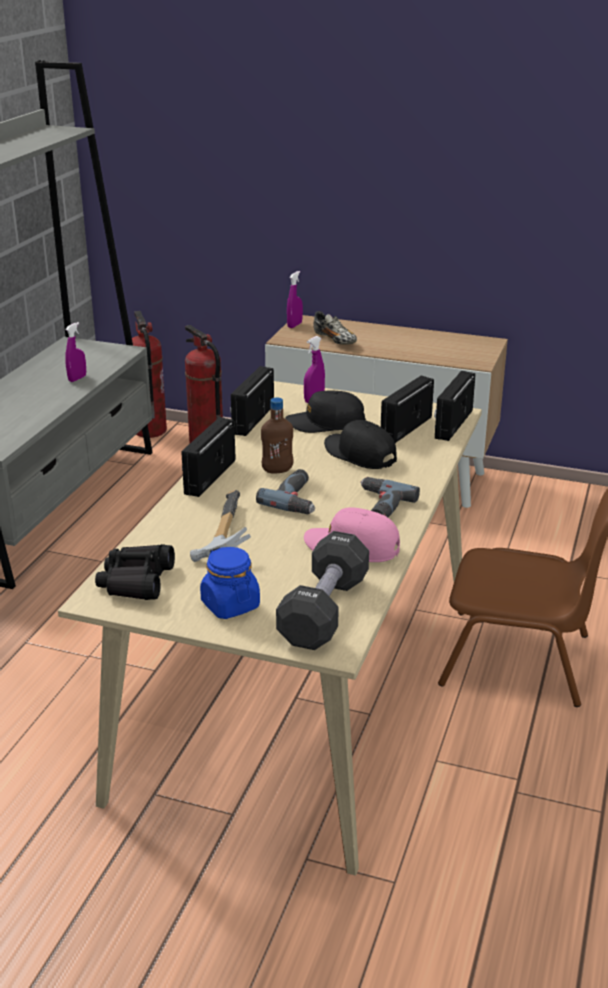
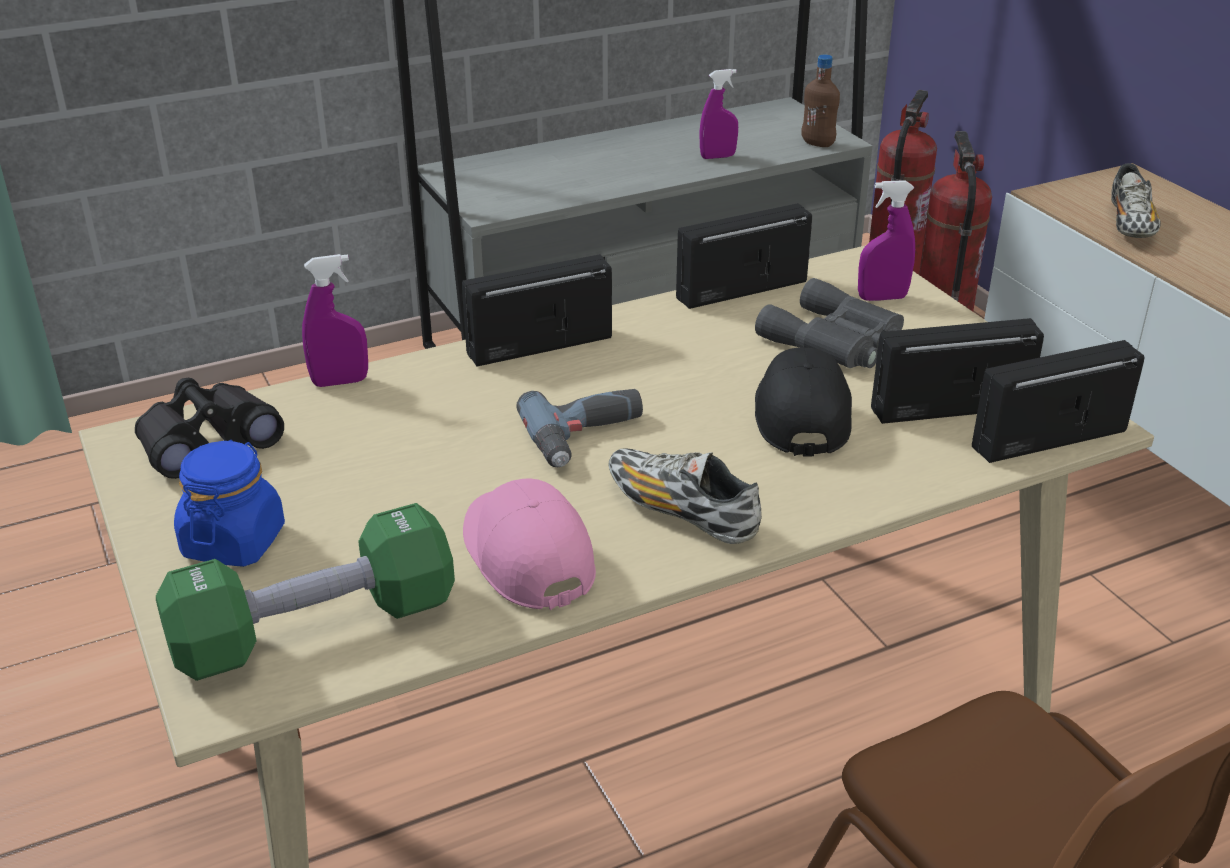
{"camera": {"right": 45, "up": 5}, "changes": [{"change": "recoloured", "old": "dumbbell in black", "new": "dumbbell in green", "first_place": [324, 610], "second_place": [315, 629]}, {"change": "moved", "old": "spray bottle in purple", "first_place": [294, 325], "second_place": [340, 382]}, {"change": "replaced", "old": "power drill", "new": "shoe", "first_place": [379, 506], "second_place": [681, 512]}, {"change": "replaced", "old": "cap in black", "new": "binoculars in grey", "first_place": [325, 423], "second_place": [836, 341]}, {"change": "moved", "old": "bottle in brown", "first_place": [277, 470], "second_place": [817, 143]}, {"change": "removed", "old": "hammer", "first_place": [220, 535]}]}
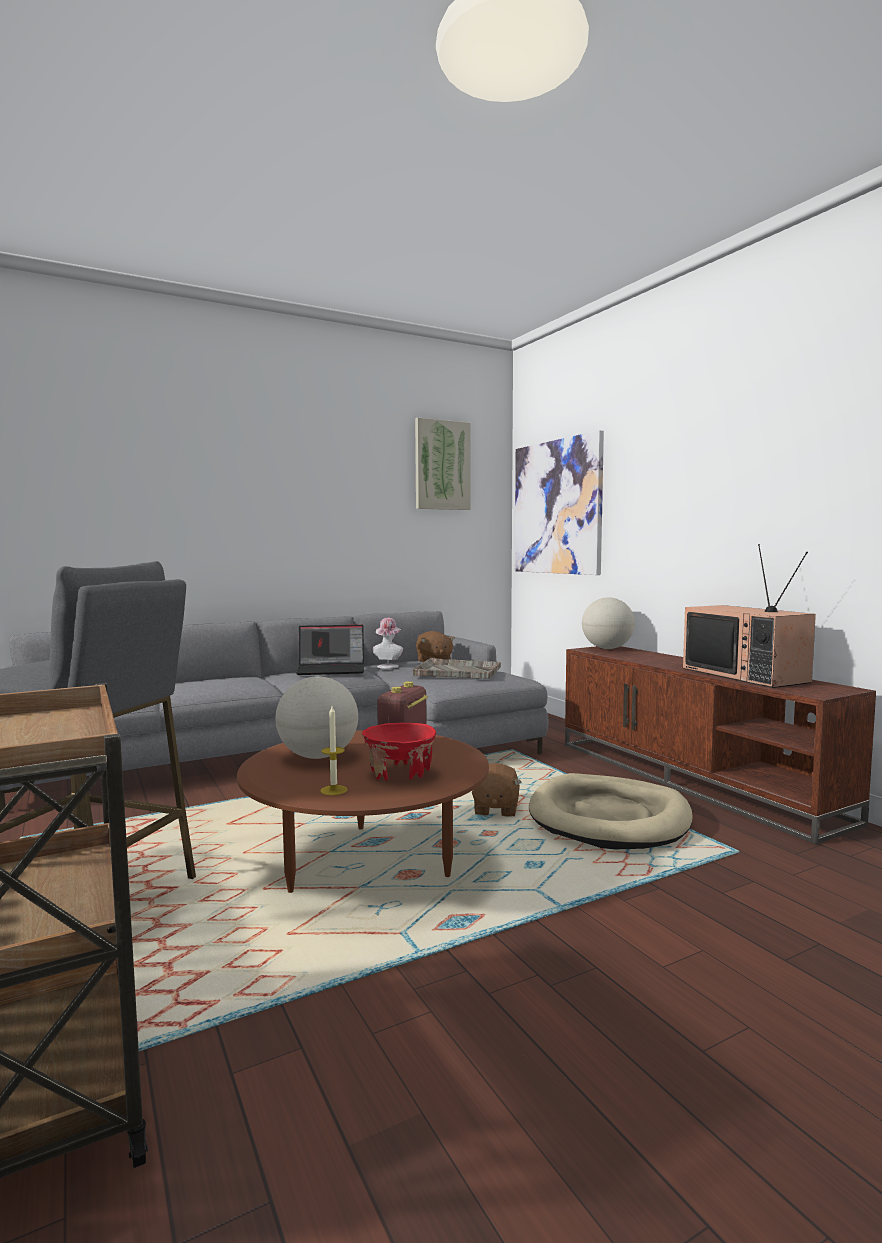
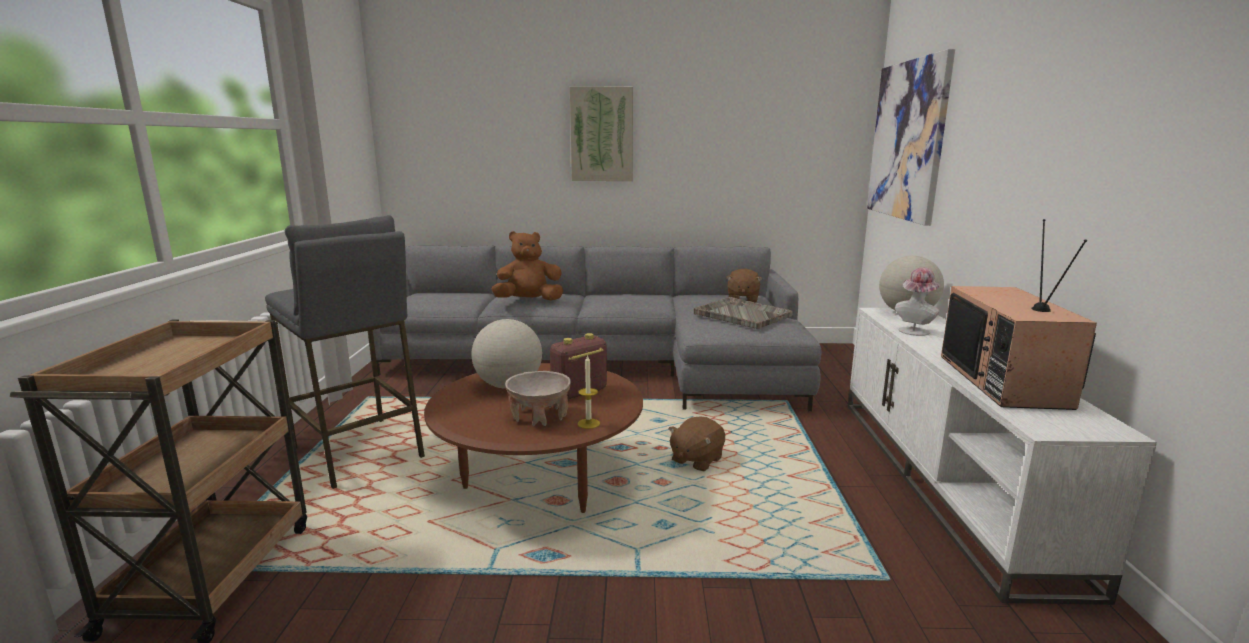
{"camera": {"right": 30, "up": 10}, "changes": [{"change": "added", "new": "plush toy in brown", "second_place": [529, 301]}, {"change": "recoloured", "old": "bowl in red", "new": "bowl in beige", "first_place": [399, 773], "second_place": [539, 417]}, {"change": "moved", "old": "picture", "first_place": [442, 465], "second_place": [602, 134]}, {"change": "moved", "old": "candle", "first_place": [333, 790], "second_place": [588, 423]}, {"change": "recoloured", "old": "tv stand in brown", "new": "tv stand in white", "first_place": [692, 779], "second_place": [947, 480]}, {"change": "moved", "old": "hat", "first_place": [388, 666], "second_place": [914, 330]}, {"change": "removed", "old": "laptop", "first_place": [332, 670]}, {"change": "removed", "old": "dog bed in beige", "first_place": [609, 818]}]}
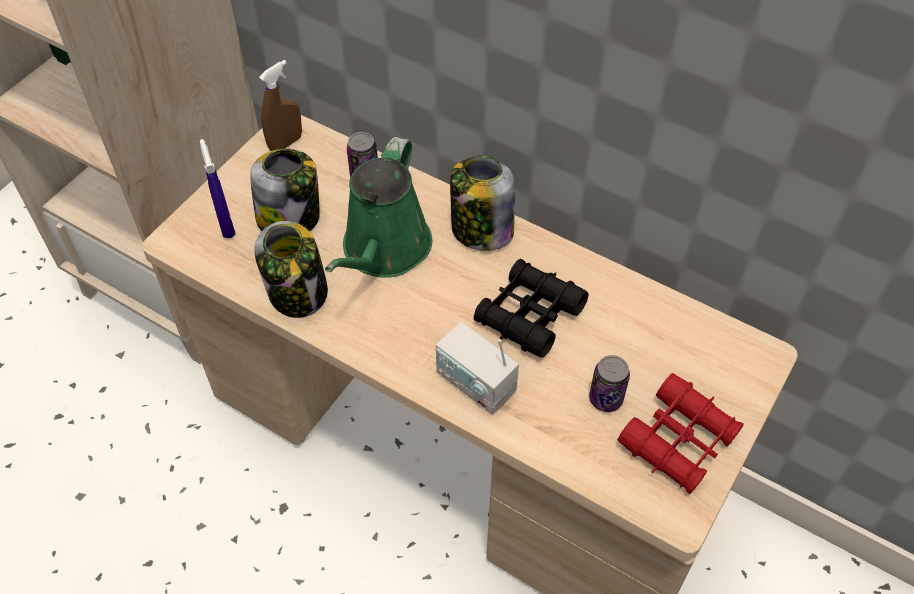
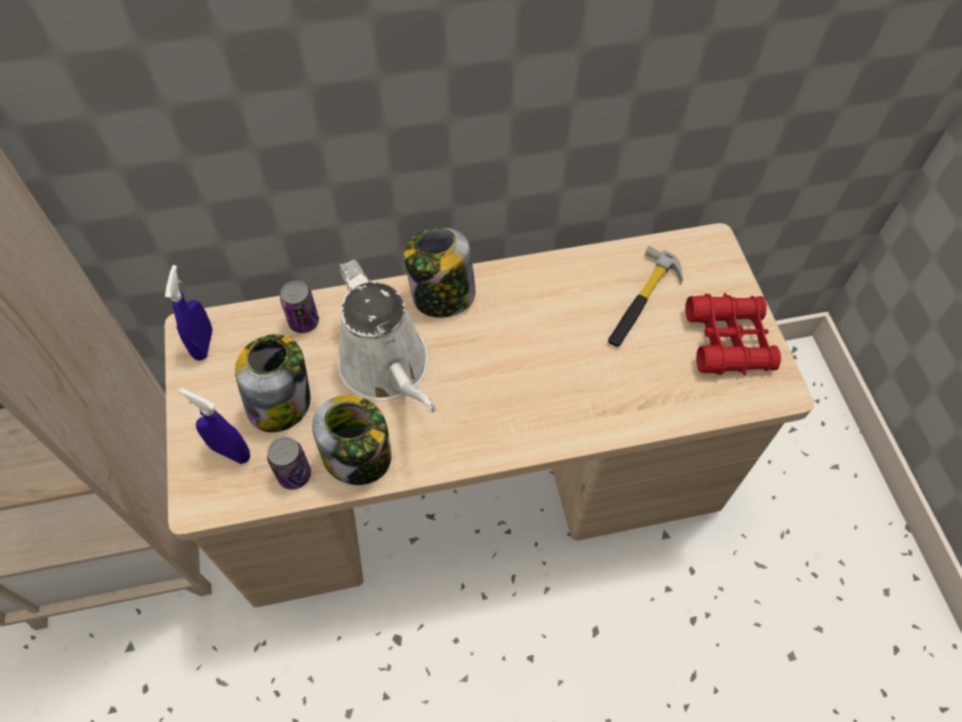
{"camera": {"right": -45, "up": 5}, "changes": [{"change": "recoloured", "old": "spray bottle in brown", "new": "spray bottle in blue", "first_place": [286, 143], "second_place": [203, 344]}, {"change": "moved", "old": "can", "first_place": [606, 399], "second_place": [294, 475]}, {"change": "recoloured", "old": "watering can in green", "new": "watering can in white", "first_place": [384, 251], "second_place": [388, 369]}, {"change": "added", "new": "hammer", "second_place": [642, 301]}, {"change": "removed", "old": "radio", "first_place": [475, 384]}, {"change": "removed", "old": "binoculars in black", "first_place": [529, 315]}]}
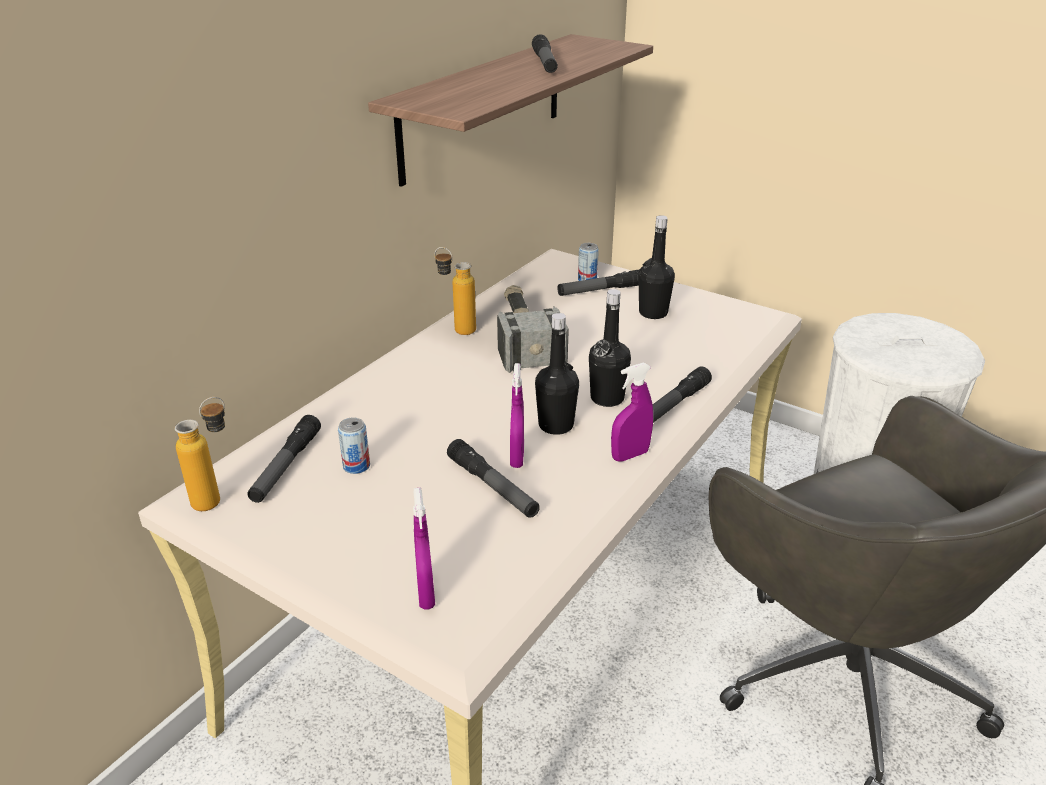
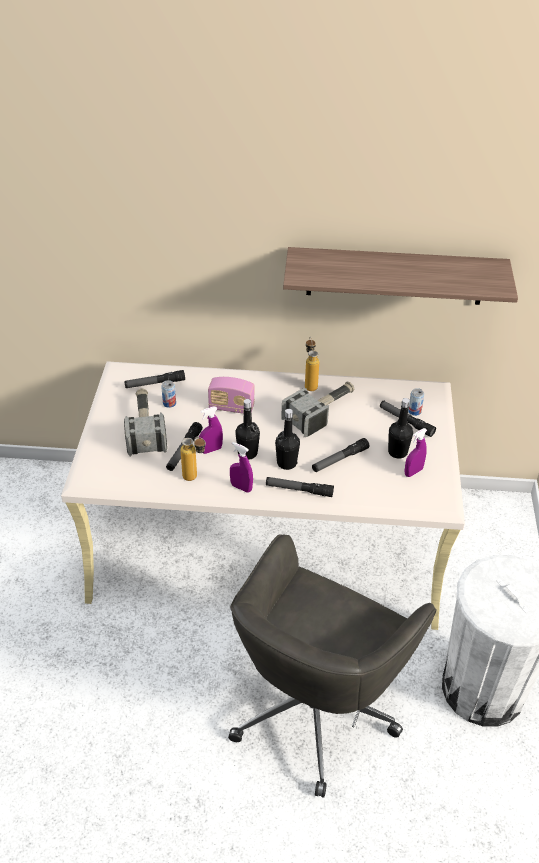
{"camera": {"right": 60, "up": 10}, "changes": [{"change": "added", "new": "hammer", "second_place": [145, 427]}, {"change": "moved", "old": "bottle", "first_place": [217, 498], "second_place": [195, 478]}, {"change": "added", "new": "radio", "second_place": [231, 407]}, {"change": "moved", "old": "flashlight", "first_place": [545, 63], "second_place": [340, 459]}, {"change": "moved", "old": "spray bottle in purple", "first_place": [426, 594], "second_place": [413, 472]}]}
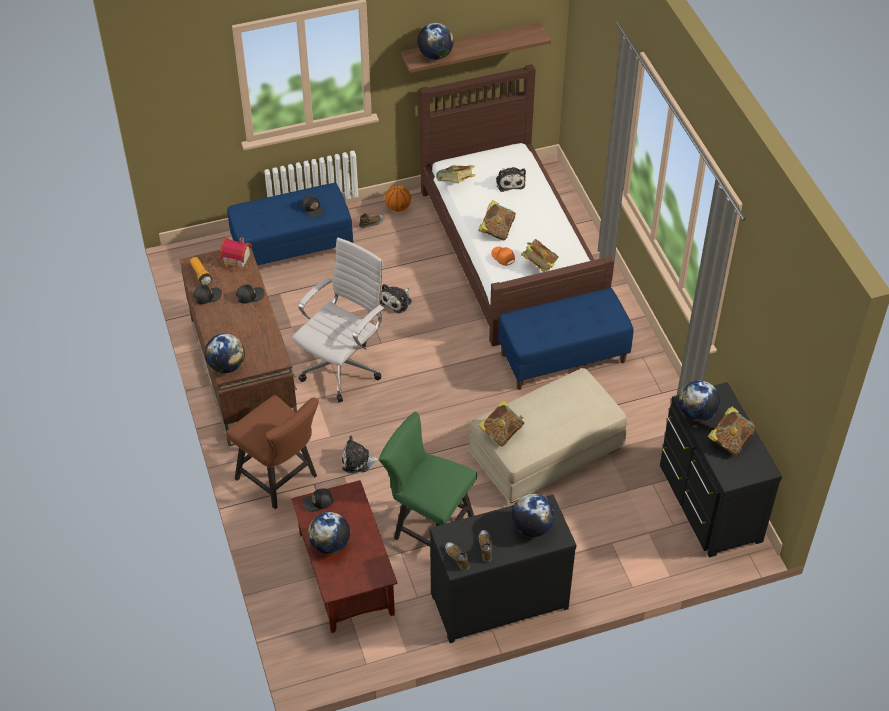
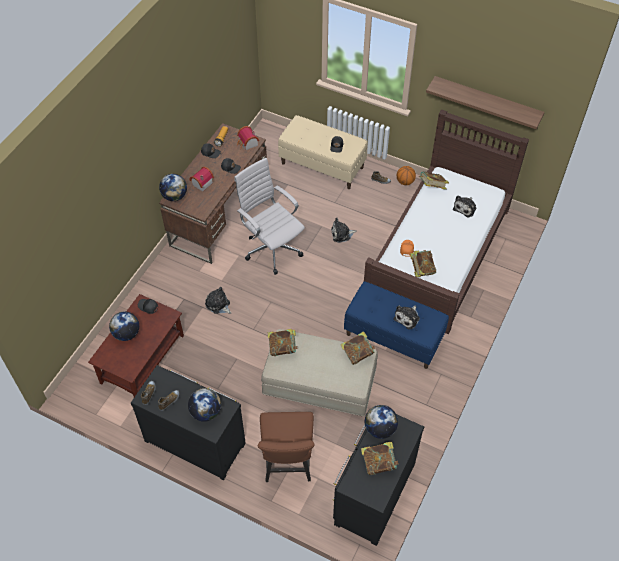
{"camera": {"right": 45, "up": 5}, "changes": [{"change": "added", "new": "toy house", "second_place": [201, 183]}, {"change": "turned", "old": "office chair in white", "first_place": [343, 367], "second_place": [271, 248], "degrees": -120}, {"change": "moved", "old": "chair in brown", "first_place": [281, 480], "second_place": [288, 465]}, {"change": "recoloured", "old": "bench in blue", "new": "bench in beige", "first_place": [293, 249], "second_place": [323, 165]}, {"change": "moved", "old": "book", "first_place": [496, 230], "second_place": [357, 353]}, {"change": "added", "new": "plush toy", "second_place": [407, 318]}, {"change": "removed", "old": "chair in green", "first_place": [428, 527]}, {"change": "removed", "old": "globe", "first_place": [435, 55]}]}
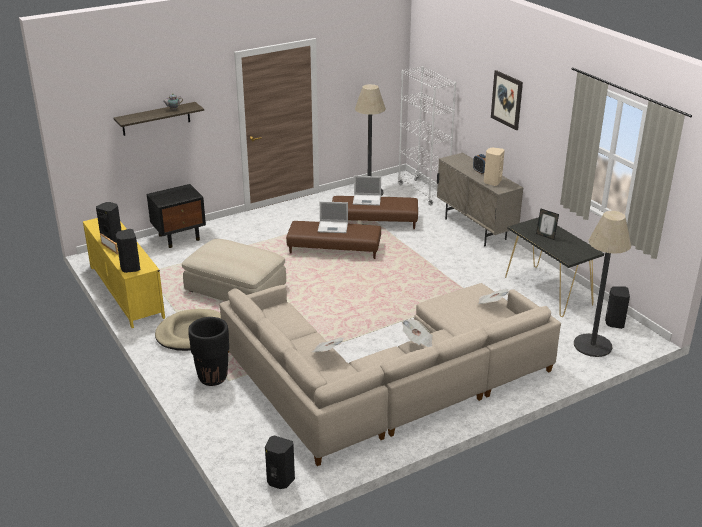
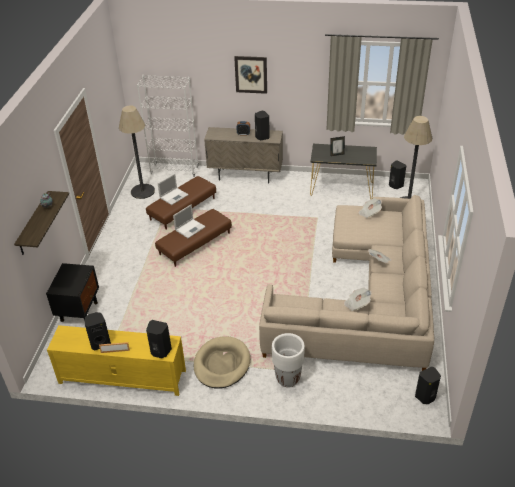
{"camera": {"right": -50, "up": 10}, "changes": [{"change": "recoloured", "old": "speaker in beige", "new": "speaker in black", "first_place": [492, 182], "second_place": [261, 137]}, {"change": "recoloured", "old": "planter in black", "new": "planter in white", "first_place": [212, 378], "second_place": [288, 378]}, {"change": "removed", "old": "ottoman in beige", "first_place": [236, 288]}]}
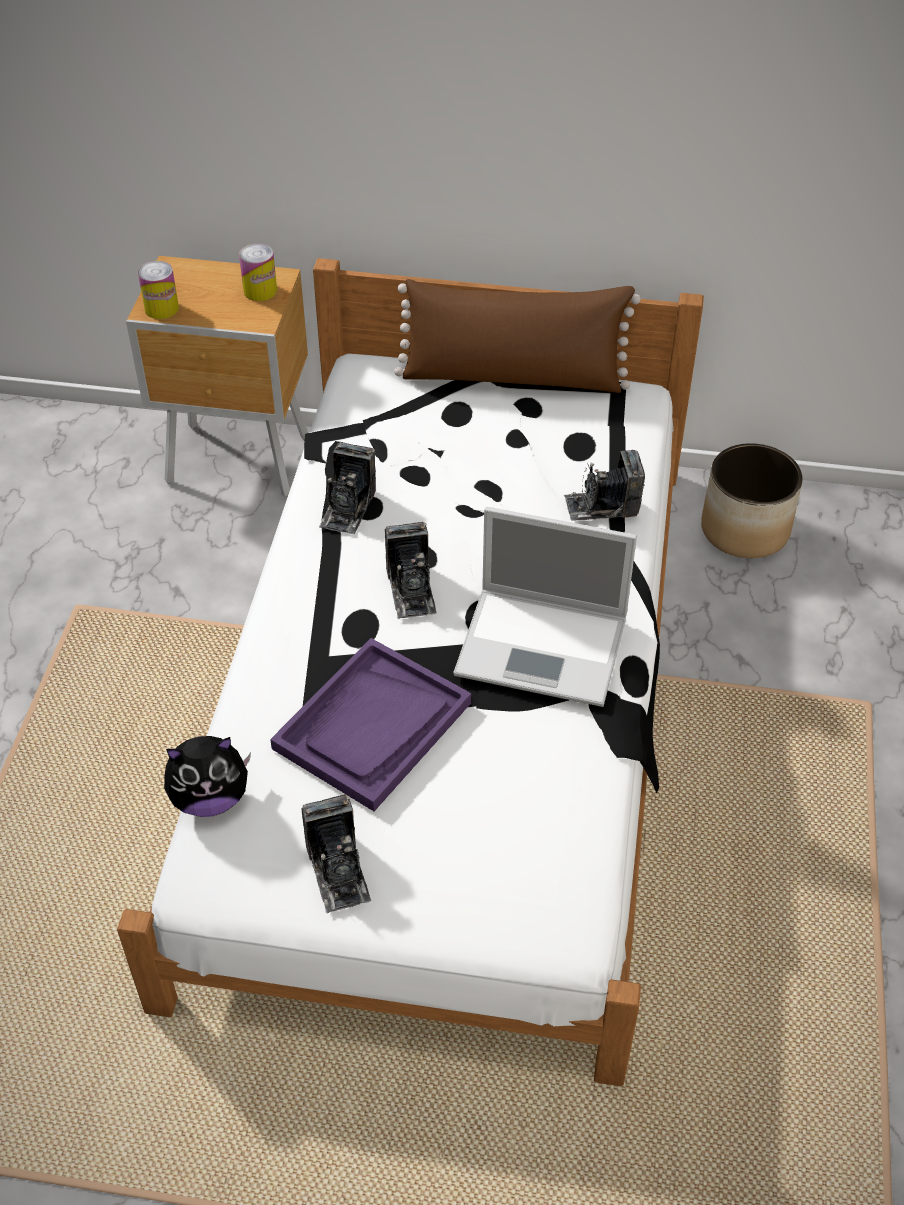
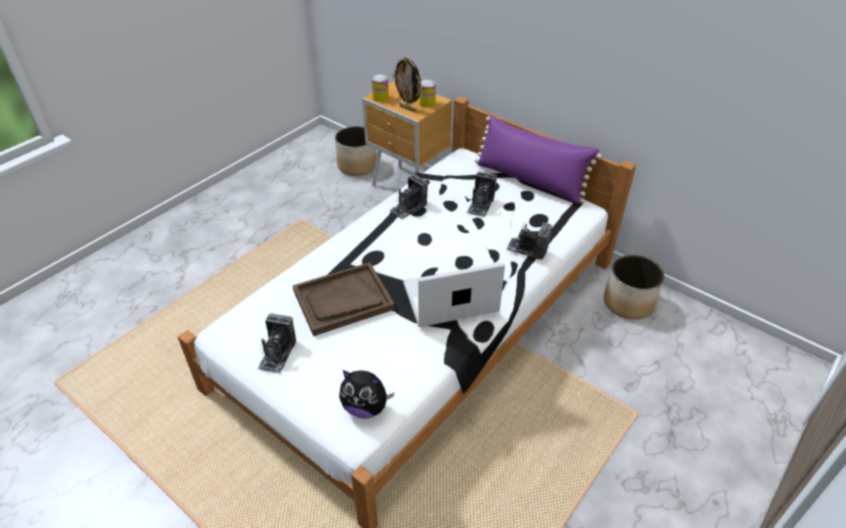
{"camera": {"right": 30, "up": -5}, "changes": [{"change": "recoloured", "old": "tray in purple", "new": "tray in brown", "first_place": [372, 726], "second_place": [343, 300]}, {"change": "added", "new": "planter", "second_place": [357, 166]}, {"change": "moved", "old": "plush toy", "first_place": [210, 798], "second_place": [365, 407]}, {"change": "added", "new": "picture frame", "second_place": [408, 109]}, {"change": "turned", "old": "laptop", "first_place": [545, 646], "second_place": [448, 299], "degrees": 120}, {"change": "moved", "old": "photo camera", "first_place": [411, 590], "second_place": [480, 205]}, {"change": "recoloured", "old": "pillow in brown", "new": "pillow in purple", "first_place": [513, 377], "second_place": [530, 180]}]}
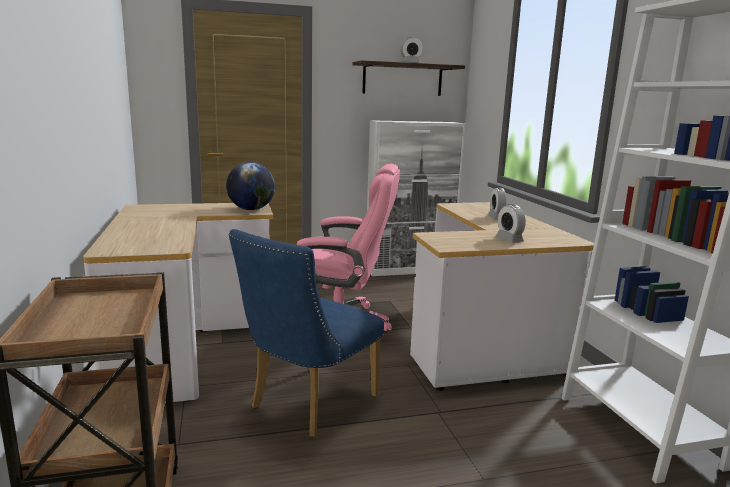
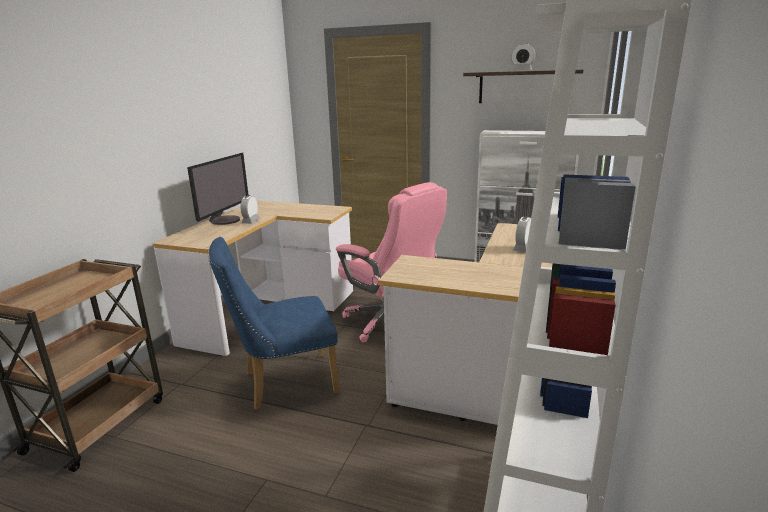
{"camera": {"right": 35, "up": 5}, "changes": [{"change": "added", "new": "monitor", "second_place": [225, 220]}, {"change": "moved", "old": "alarm clock", "first_place": [509, 240], "second_place": [250, 221]}, {"change": "removed", "old": "globe", "first_place": [251, 209]}]}
